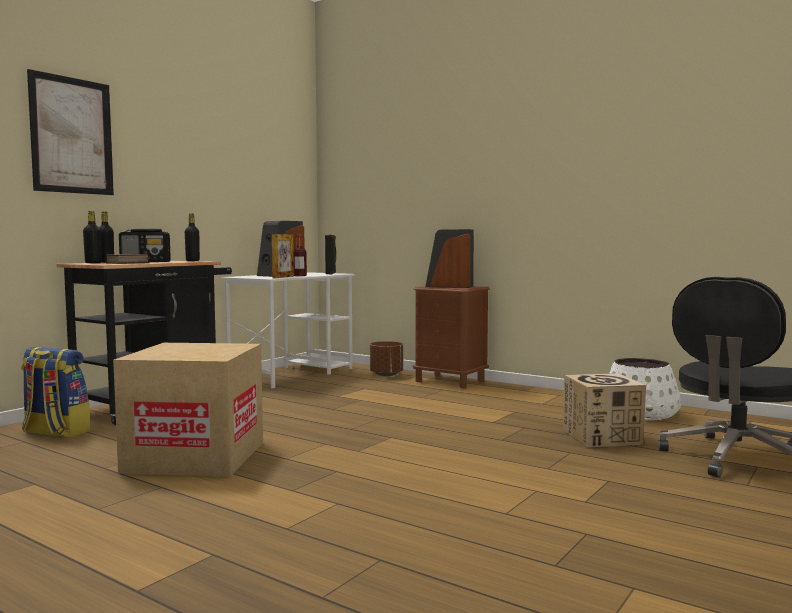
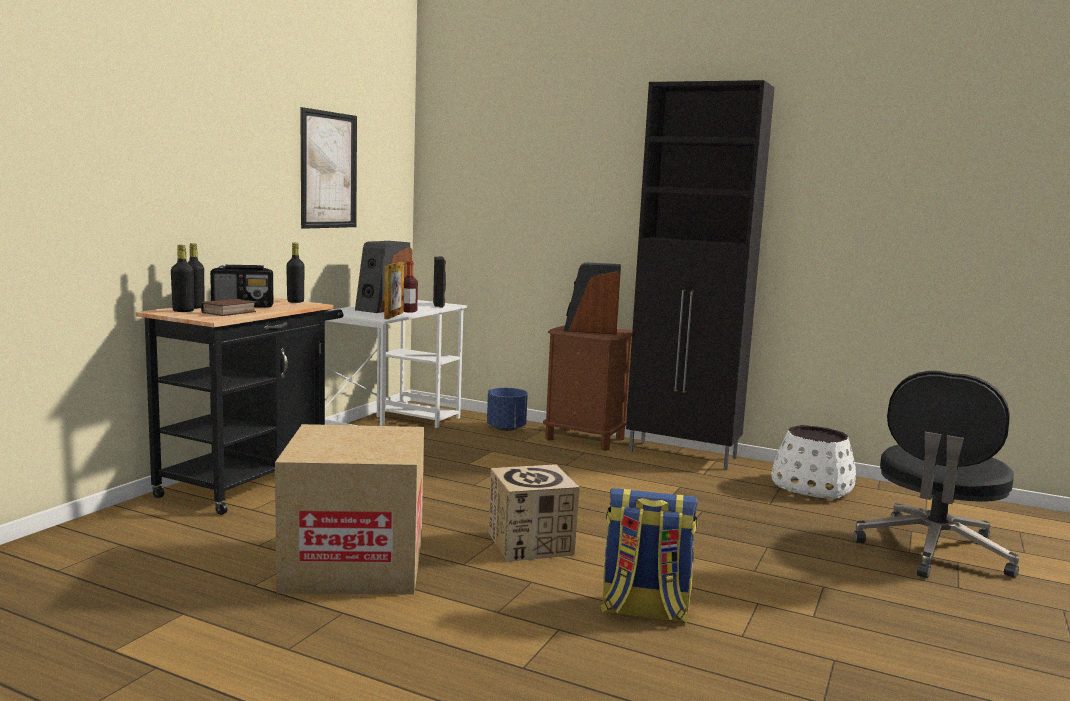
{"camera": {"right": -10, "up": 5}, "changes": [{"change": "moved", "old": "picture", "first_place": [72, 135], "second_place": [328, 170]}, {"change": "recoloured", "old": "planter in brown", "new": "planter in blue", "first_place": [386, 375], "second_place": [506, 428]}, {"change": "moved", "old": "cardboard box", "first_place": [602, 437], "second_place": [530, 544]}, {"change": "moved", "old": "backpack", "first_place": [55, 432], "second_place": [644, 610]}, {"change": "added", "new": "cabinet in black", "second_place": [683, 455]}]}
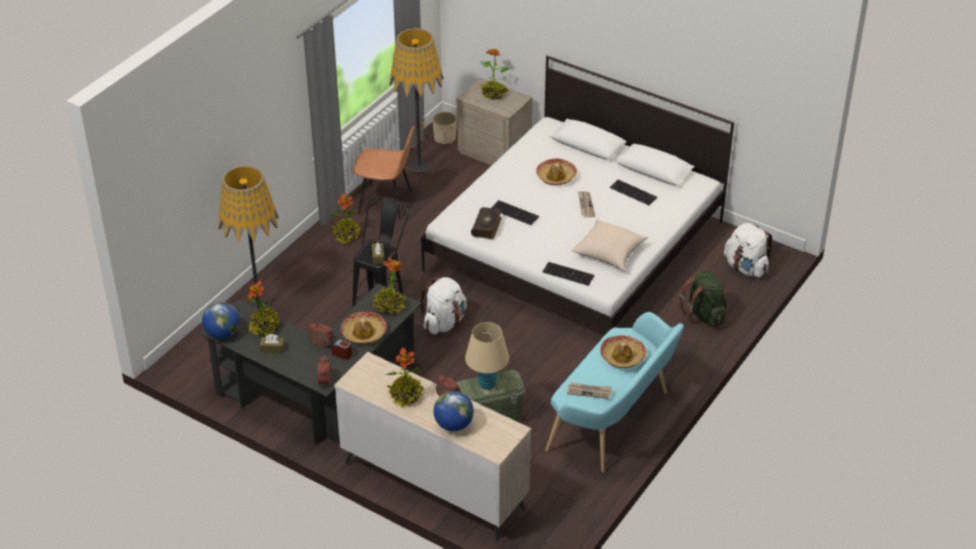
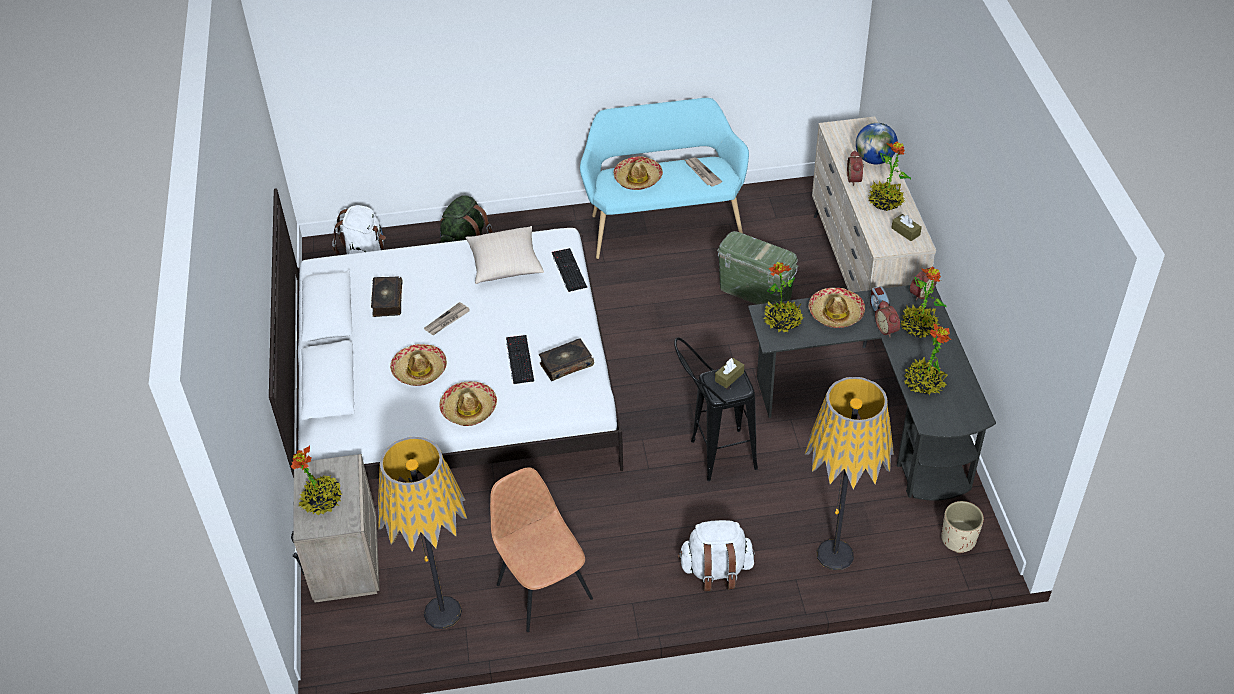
{"camera": {"right": -130, "up": 5}, "changes": [{"change": "replaced", "old": "keyboard", "new": "book", "first_place": [634, 192], "second_place": [387, 301]}, {"change": "added", "new": "hat", "second_place": [469, 409]}, {"change": "moved", "old": "backpack in white", "first_place": [444, 322], "second_place": [716, 570]}, {"change": "moved", "old": "tissue box in brown", "first_place": [272, 348], "second_place": [905, 231]}, {"change": "moved", "old": "potted plant", "first_place": [347, 235], "second_place": [919, 327]}, {"change": "moved", "old": "planter in beige", "first_place": [445, 138], "second_place": [958, 539]}, {"change": "removed", "old": "globe", "first_place": [222, 333]}, {"change": "removed", "old": "table lamp in beige", "first_place": [487, 384]}]}
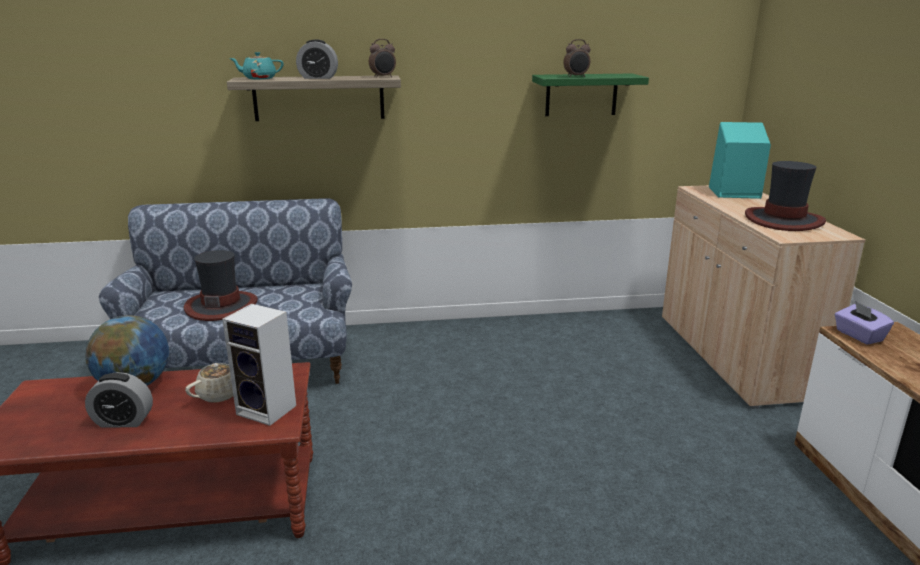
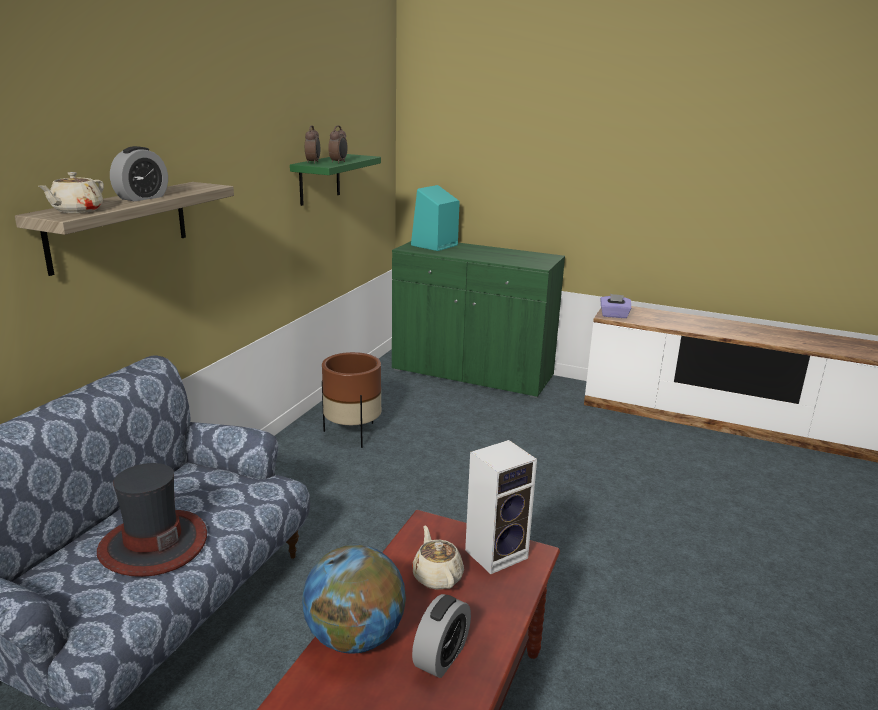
{"camera": {"right": -60, "up": 0}, "changes": [{"change": "recoloured", "old": "teapot in turquoise", "new": "teapot in beige", "first_place": [259, 78], "second_place": [76, 211]}, {"change": "moved", "old": "alarm clock", "first_place": [383, 77], "second_place": [313, 162]}, {"change": "added", "new": "planter in brown", "second_place": [353, 434]}, {"change": "recoloured", "old": "cabinet in beige", "new": "cabinet in green", "first_place": [733, 356], "second_place": [472, 373]}, {"change": "removed", "old": "hat", "first_place": [783, 220]}]}
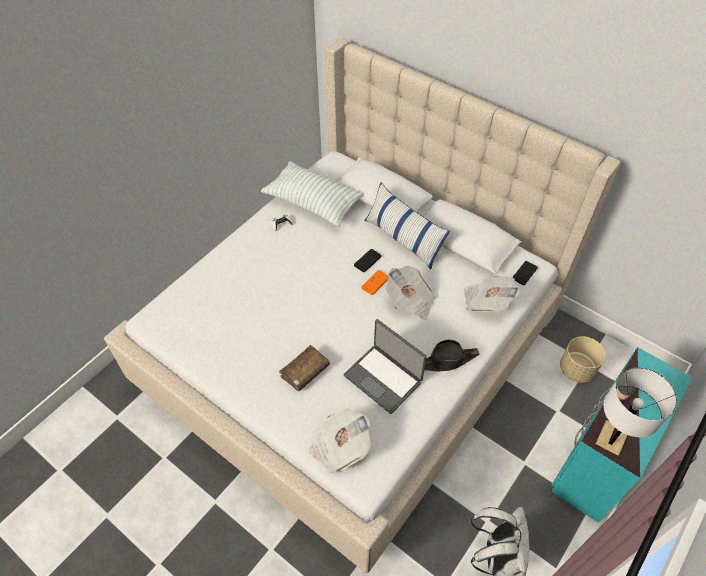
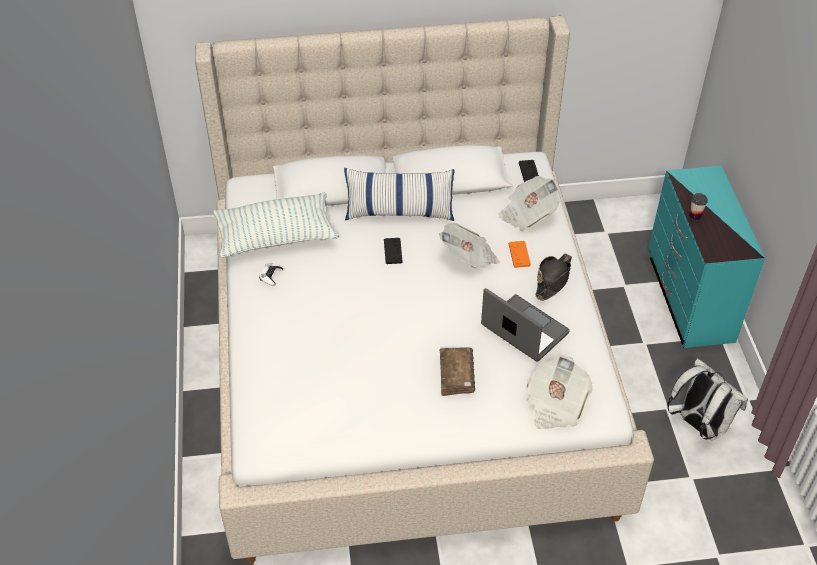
{"camera": {"right": -45, "up": -5}, "changes": [{"change": "turned", "old": "laptop", "first_place": [383, 378], "second_place": [523, 330], "degrees": -135}, {"change": "moved", "old": "game controller in orange", "first_place": [375, 283], "second_place": [519, 255]}, {"change": "removed", "old": "planter in beige", "first_place": [576, 369]}, {"change": "removed", "old": "table lamp in white", "first_place": [611, 438]}]}
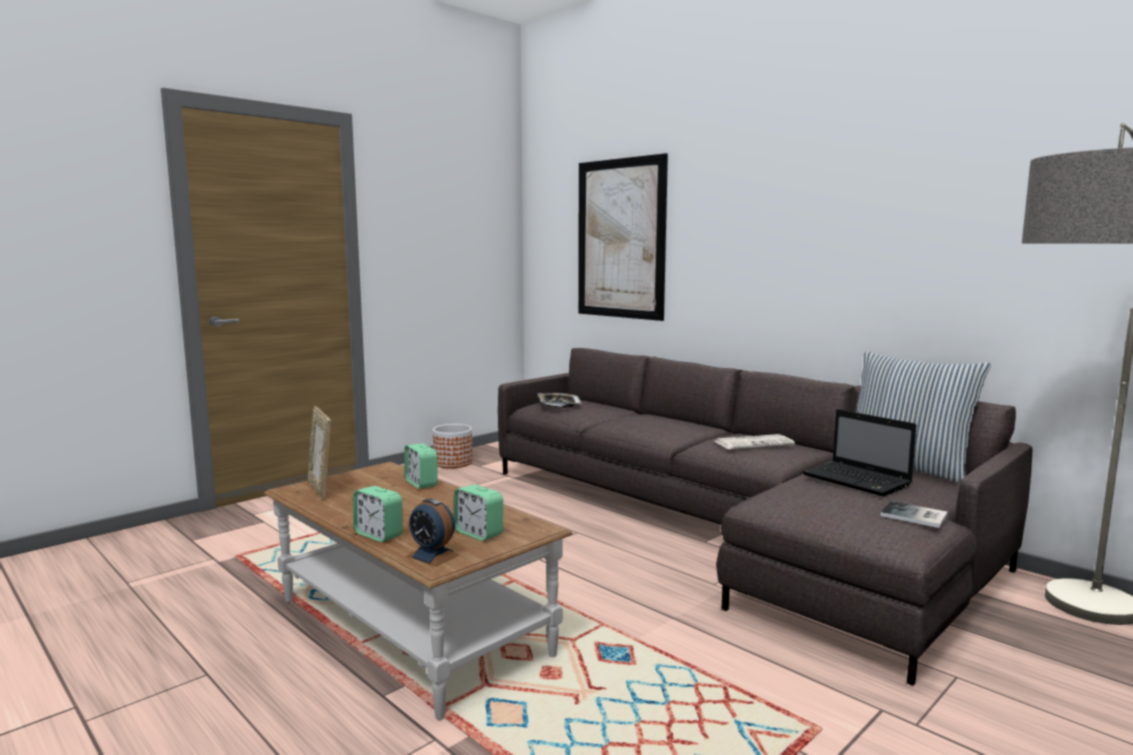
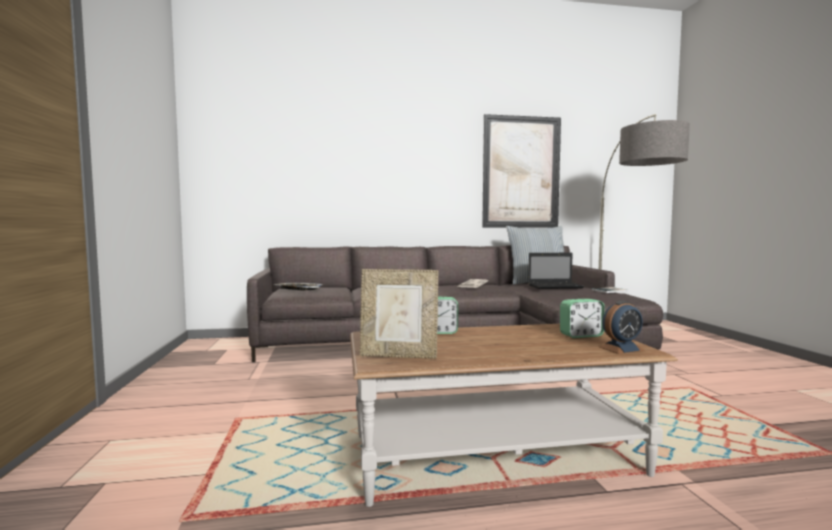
{"camera": {"right": -55, "up": -5}, "changes": [{"change": "moved", "old": "picture", "first_place": [620, 239], "second_place": [521, 172]}, {"change": "removed", "old": "alarm clock", "first_place": [378, 535]}, {"change": "removed", "old": "planter", "first_place": [453, 462]}]}
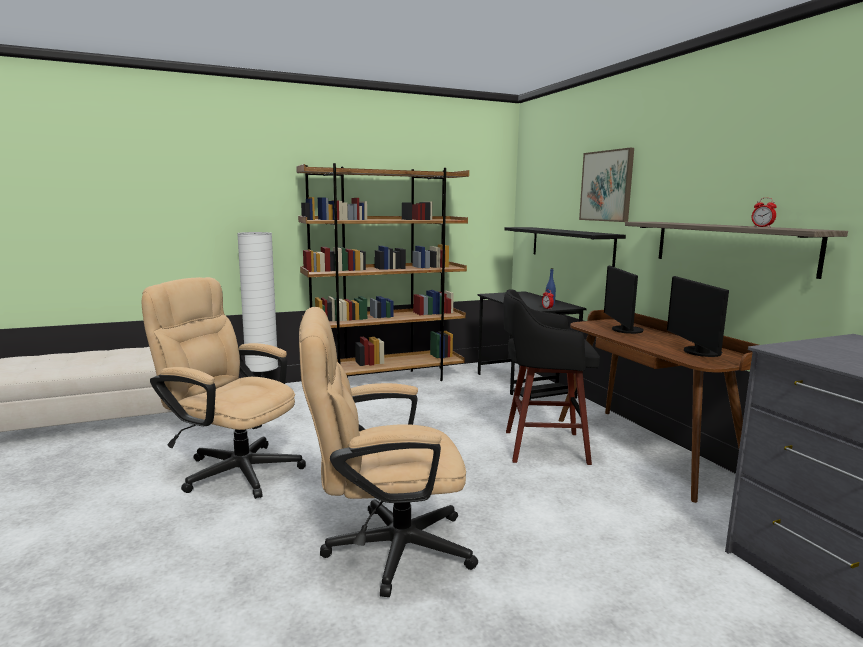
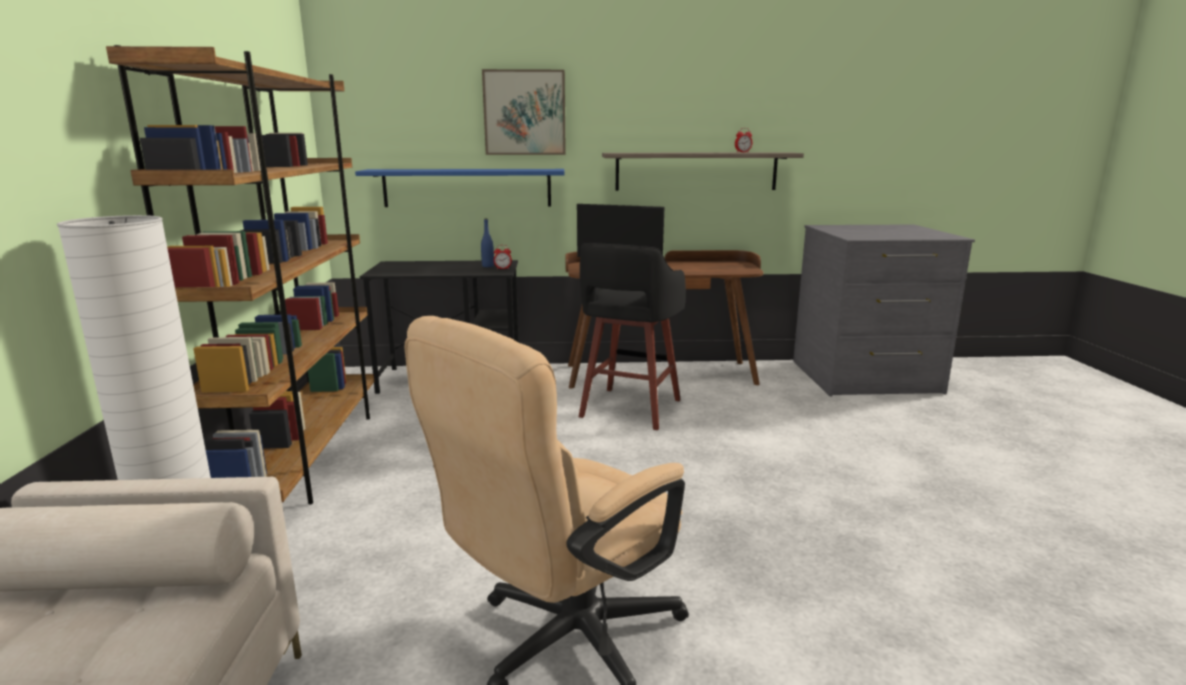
{"camera": {"right": -70, "up": 5}, "changes": [{"change": "recoloured", "old": "shelf in black", "new": "shelf in blue", "first_place": [571, 245], "second_place": [467, 188]}, {"change": "removed", "old": "office chair in beige", "first_place": [384, 549]}, {"change": "removed", "old": "monitor", "first_place": [698, 352]}]}
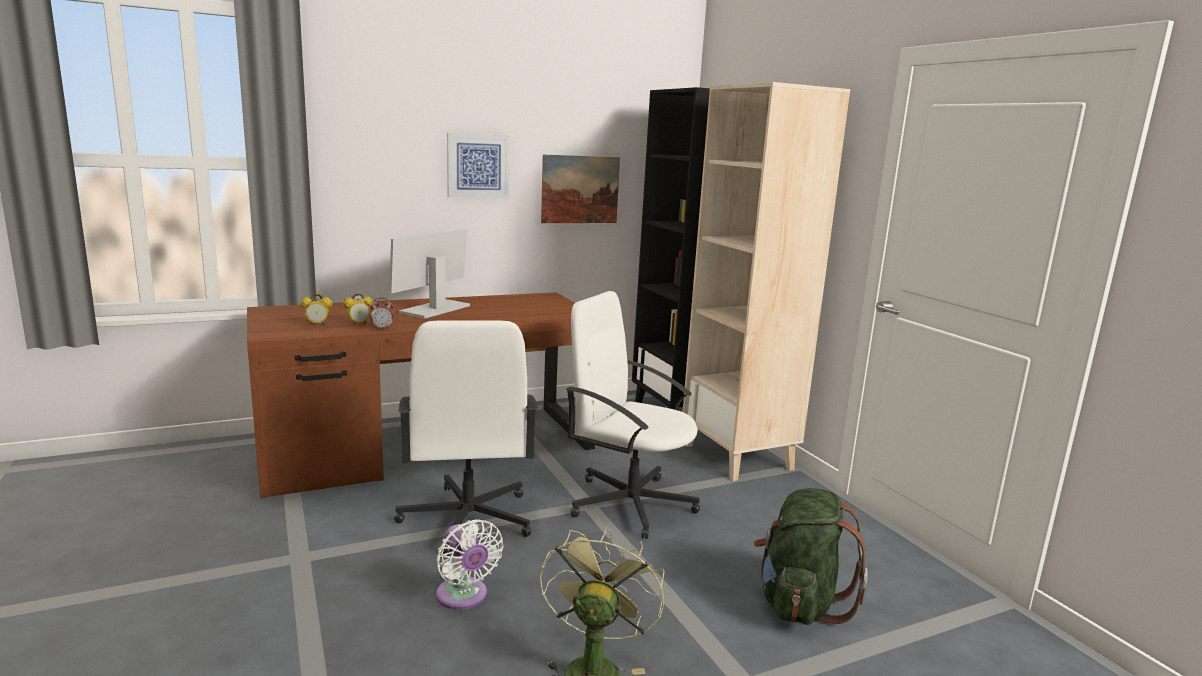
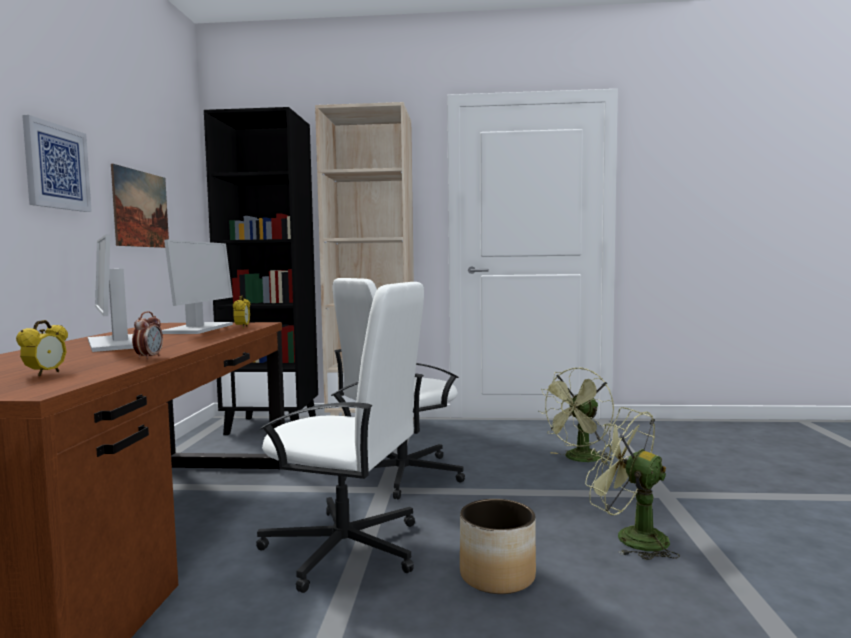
{"camera": {"right": -60, "up": -10}, "changes": [{"change": "added", "new": "monitor", "second_place": [198, 329]}, {"change": "moved", "old": "alarm clock", "first_place": [359, 324], "second_place": [242, 327]}, {"change": "replaced", "old": "fan in white", "new": "planter", "first_place": [463, 597], "second_place": [496, 576]}, {"change": "replaced", "old": "backpack in green", "new": "fan in green", "first_place": [799, 603], "second_place": [579, 459]}]}
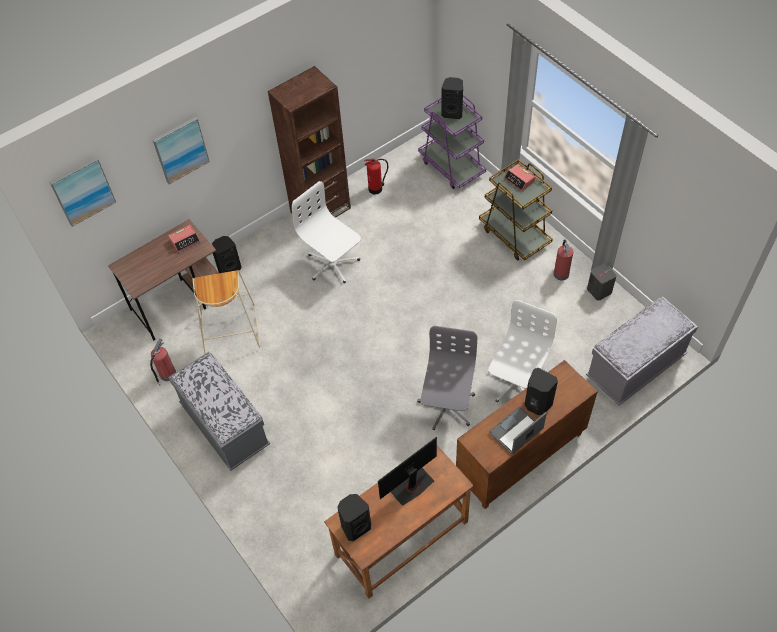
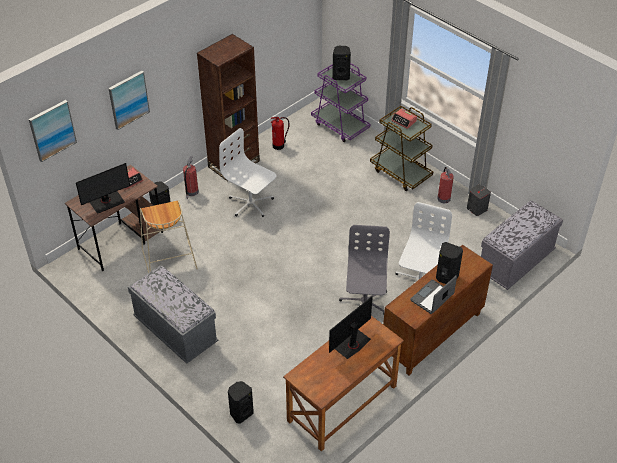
{"camera": {"right": -10, "up": -10}, "changes": [{"change": "added", "new": "monitor", "second_place": [106, 202]}, {"change": "moved", "old": "fire extinguisher", "first_place": [167, 374], "second_place": [191, 192]}, {"change": "moved", "old": "speaker in black", "first_place": [355, 526], "second_place": [241, 413]}]}
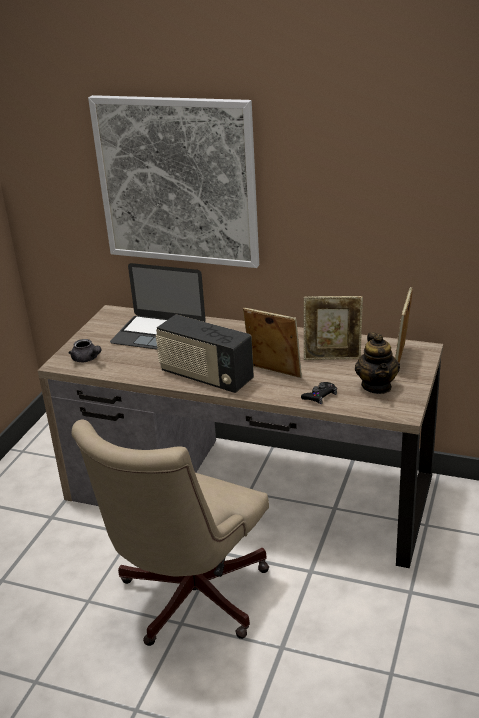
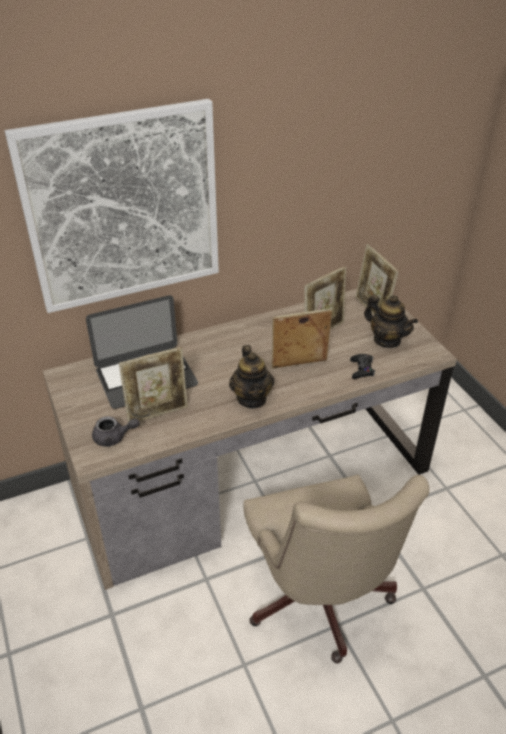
{"camera": {"right": -45, "up": 10}, "changes": [{"change": "added", "new": "picture frame", "second_place": [158, 413]}, {"change": "replaced", "old": "radio", "new": "teapot", "first_place": [206, 377], "second_place": [252, 398]}]}
